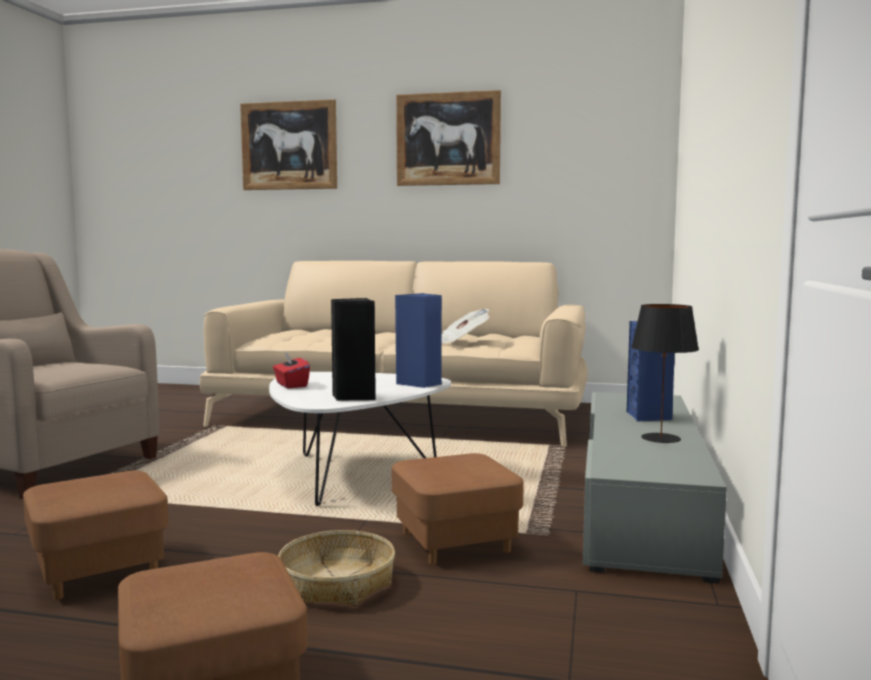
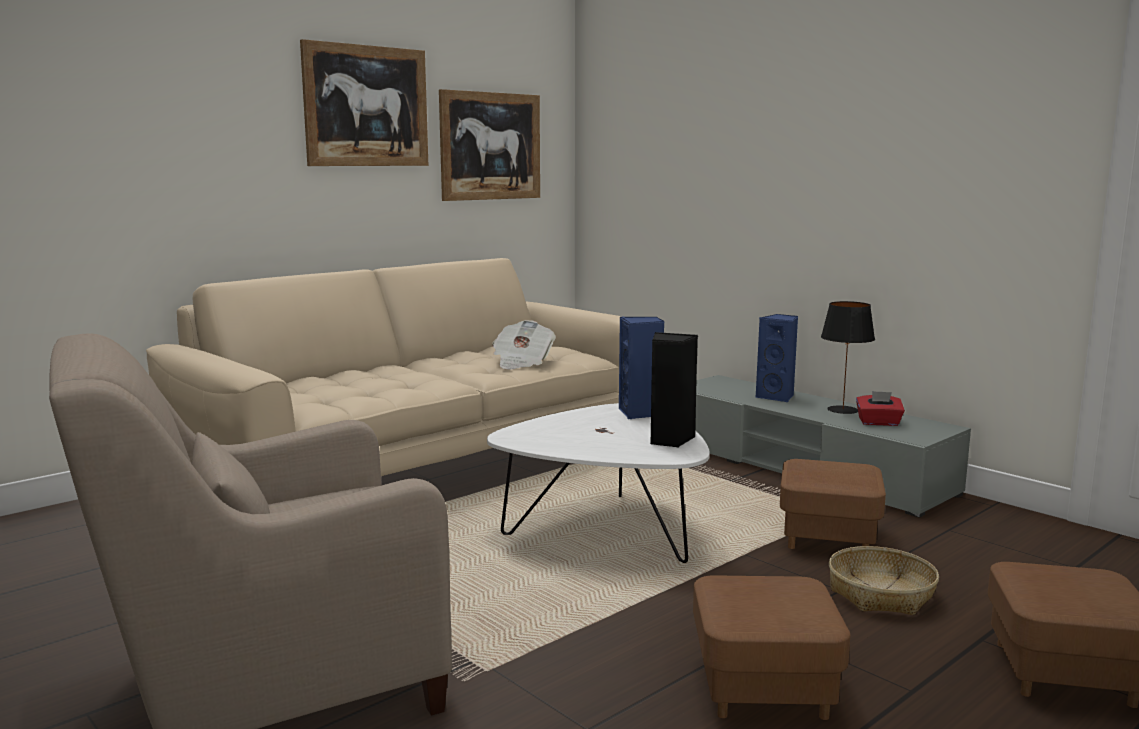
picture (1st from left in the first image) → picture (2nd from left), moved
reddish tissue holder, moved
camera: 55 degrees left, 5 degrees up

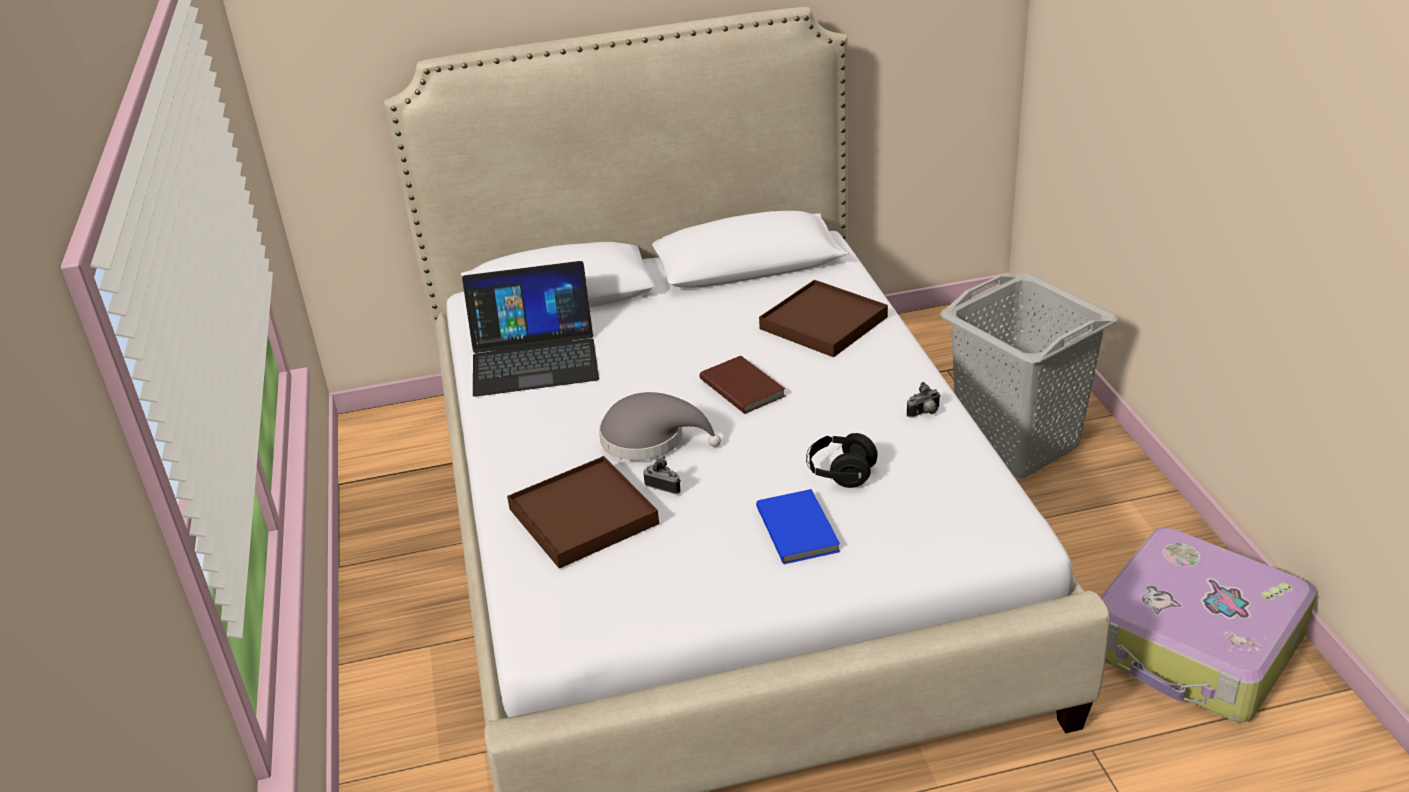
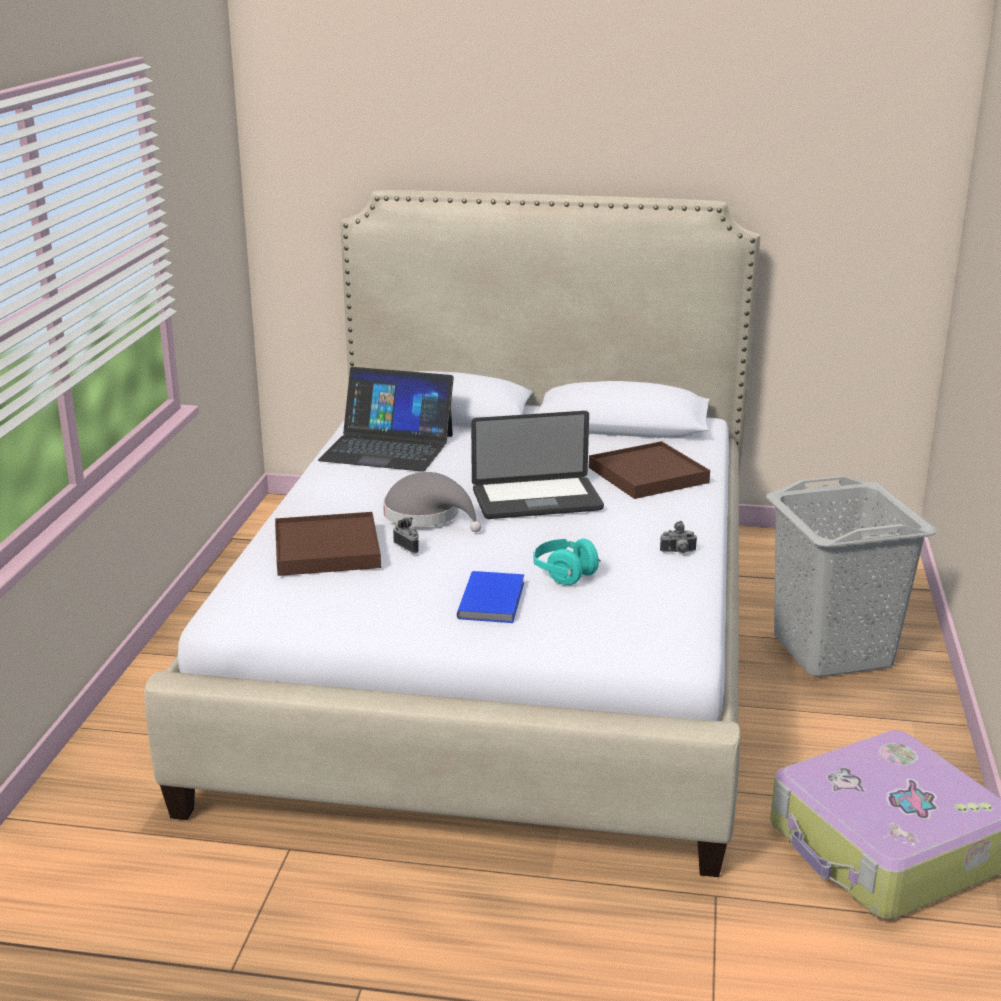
brown-coloured bound book → notebook computer (2nd from left)
black pair of headphones → blue-green pair of headphones
camera: 20 degrees right, 10 degrees down

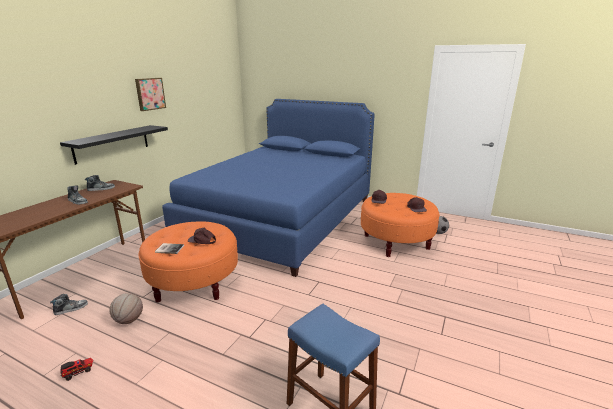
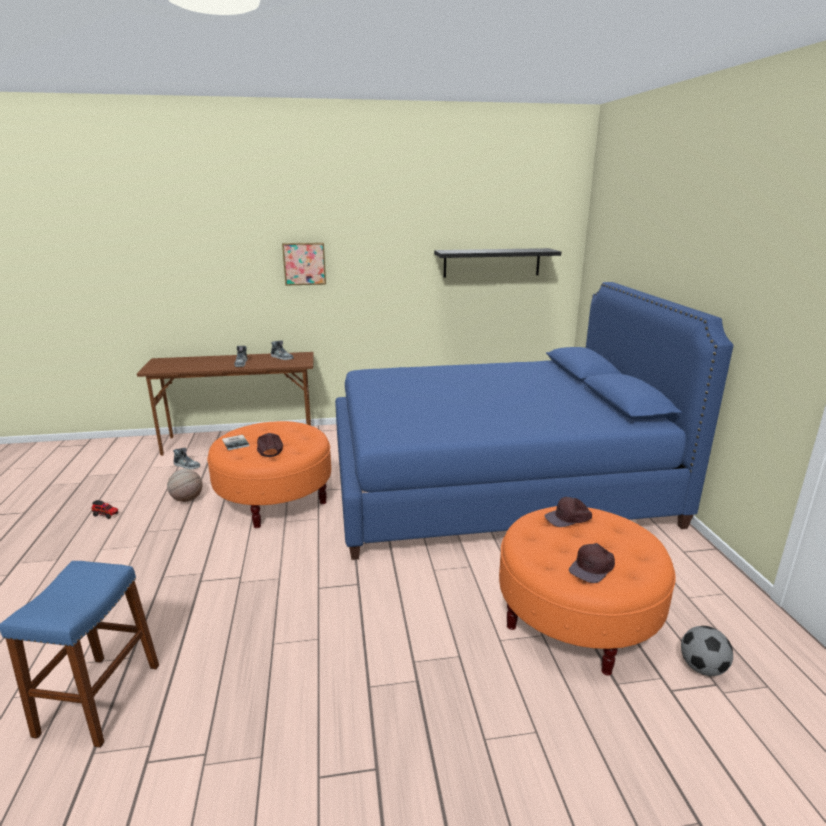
picture, moved
black shelf, moved
camera: 55 degrees right, 0 degrees up

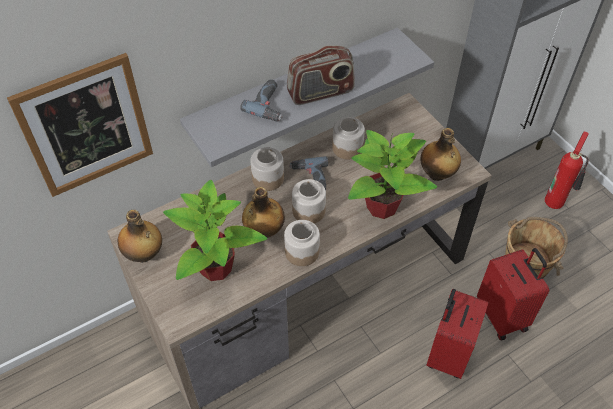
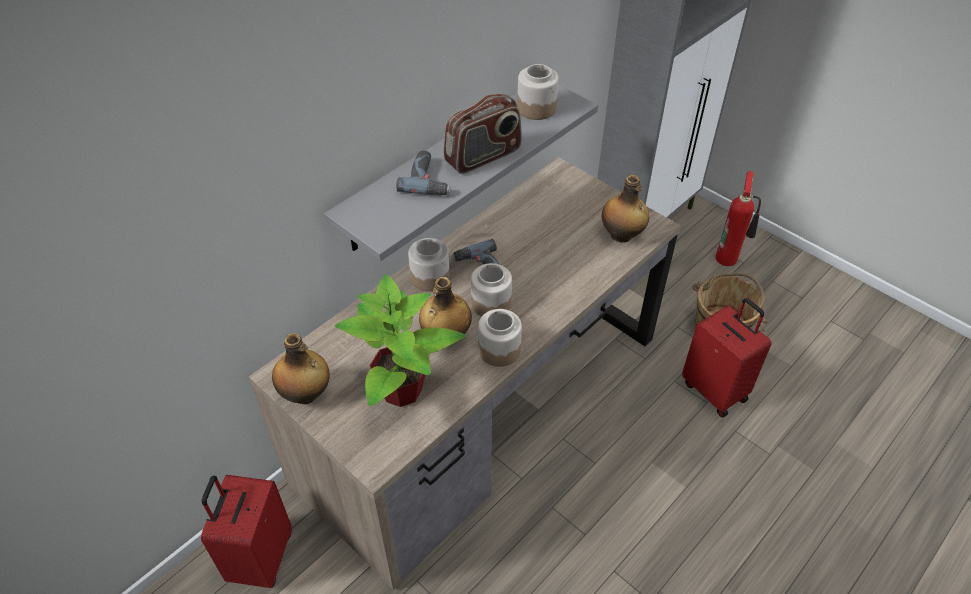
reddish suitcase (1st from left), moved
preserve jar (4th from left), moved
picture → -
potted plant (2nd from left) → -
camera: 15 degrees left, 5 degrees down

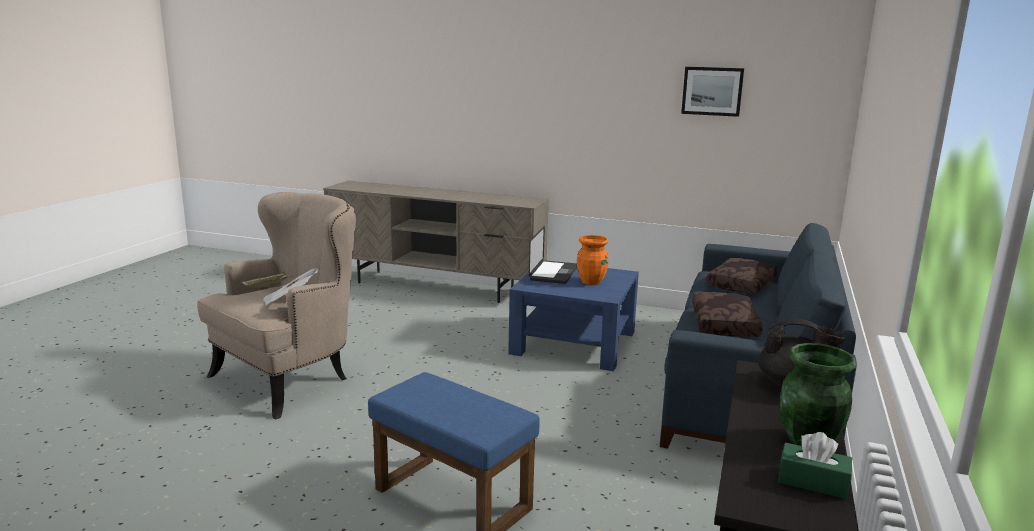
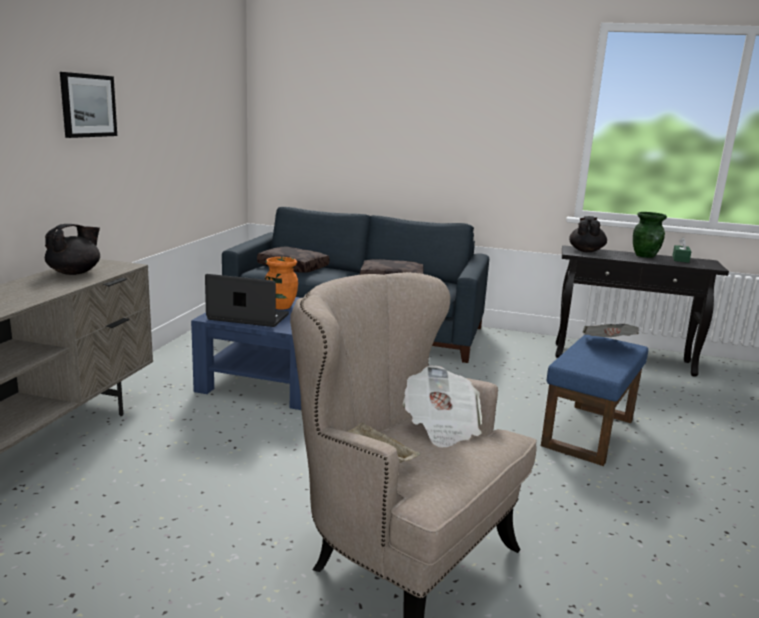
- → black teapot (1st from left)
picture, moved
- → daily paper (2nd from left)
camera: 95 degrees left, 0 degrees up

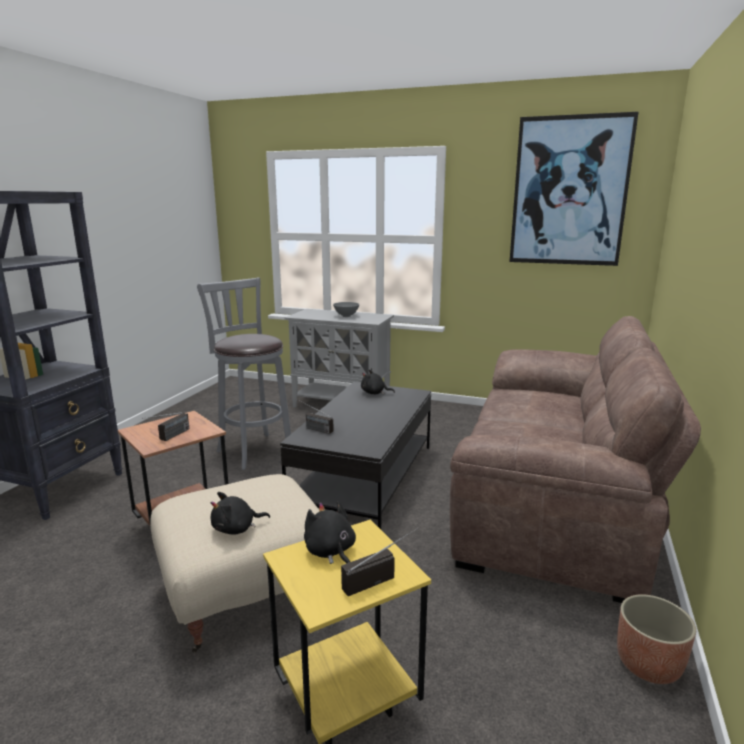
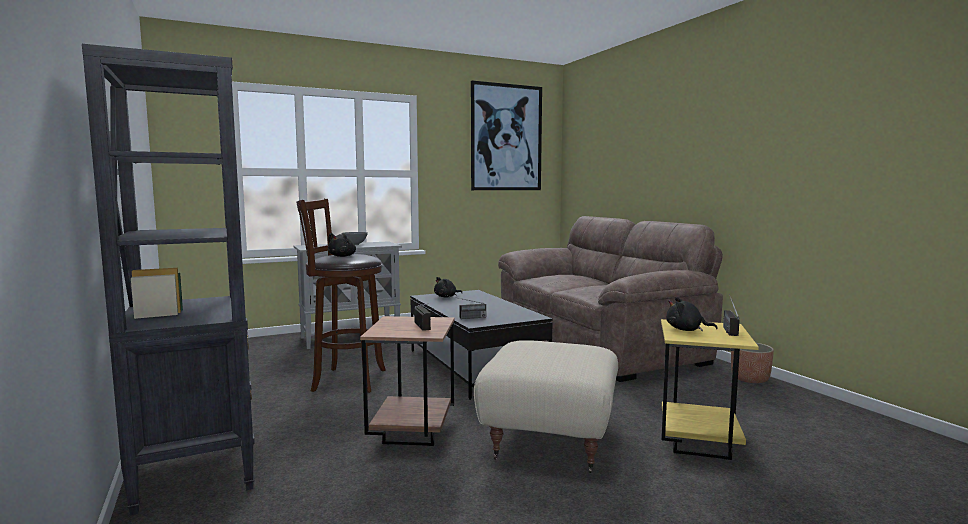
gray sitting stool → brown-coloured sitting stool
black plush toy (1st from left), moved
camera: 45 degrees left, 10 degrees down

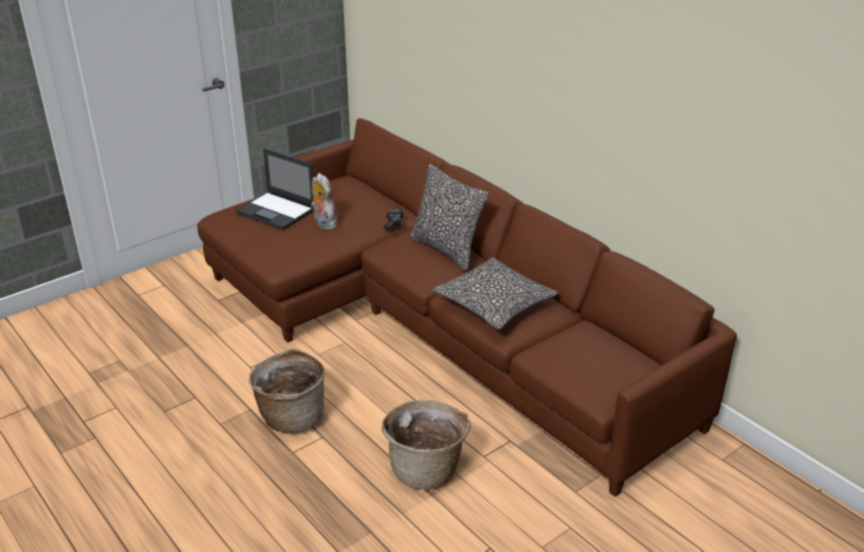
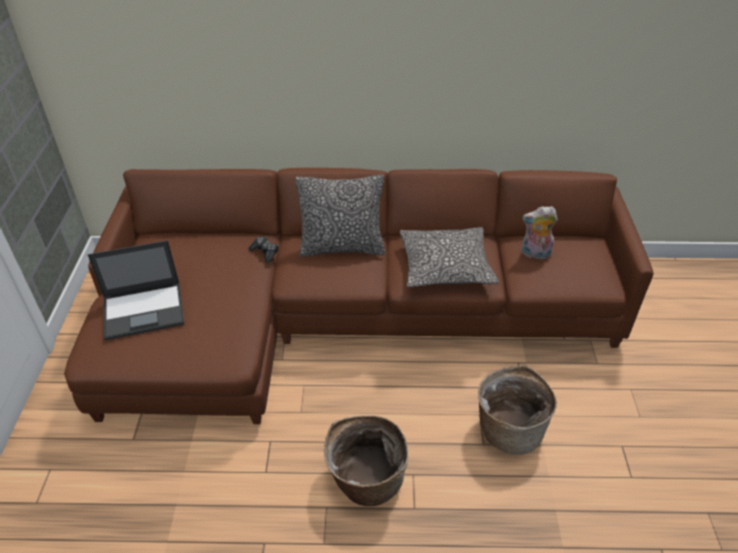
plush toy, moved
camera: 50 degrees left, 10 degrees up

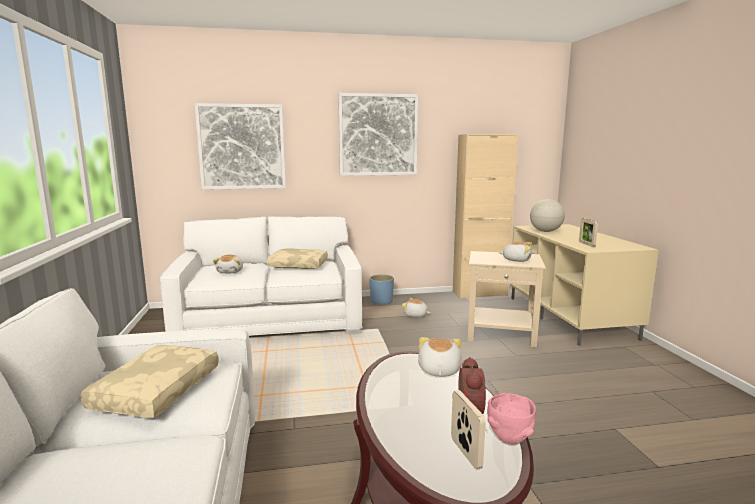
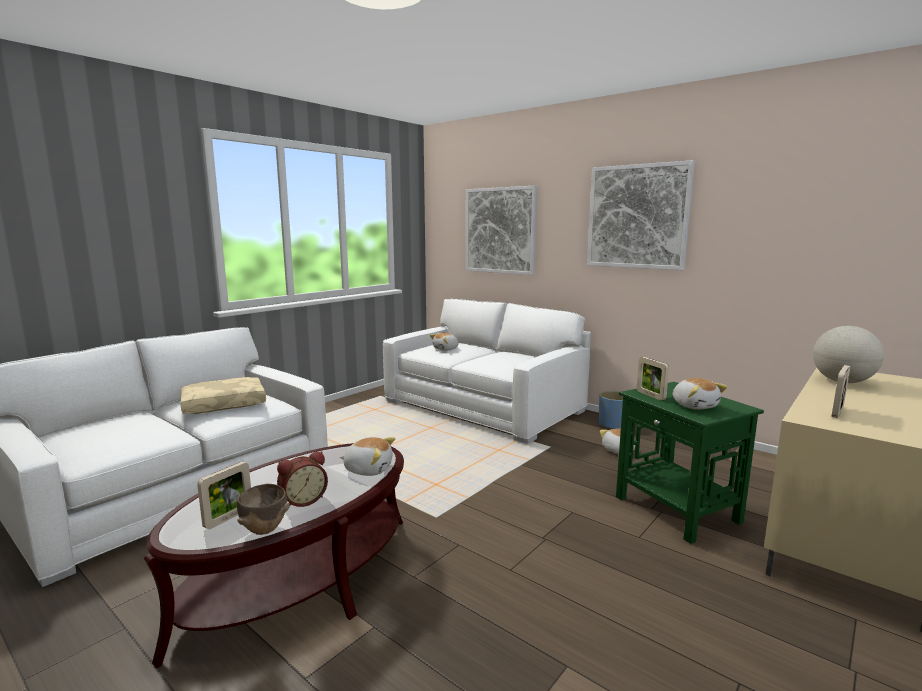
pink bowl → brown-coloured bowl
plush toy (3rd from left in the first image) → plush toy (1st from left), 45 degrees clockwise
beige-coloured accent table → green accent table
- → picture frame (2nd from left)
beige-coloured pillow (2nd from left) → -
beige-coloured storage cabinet → -
camera: 50 degrees right, 0 degrees up

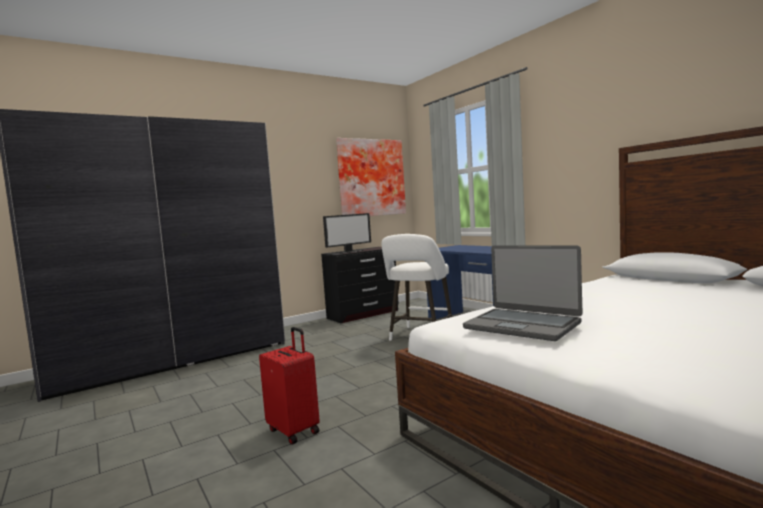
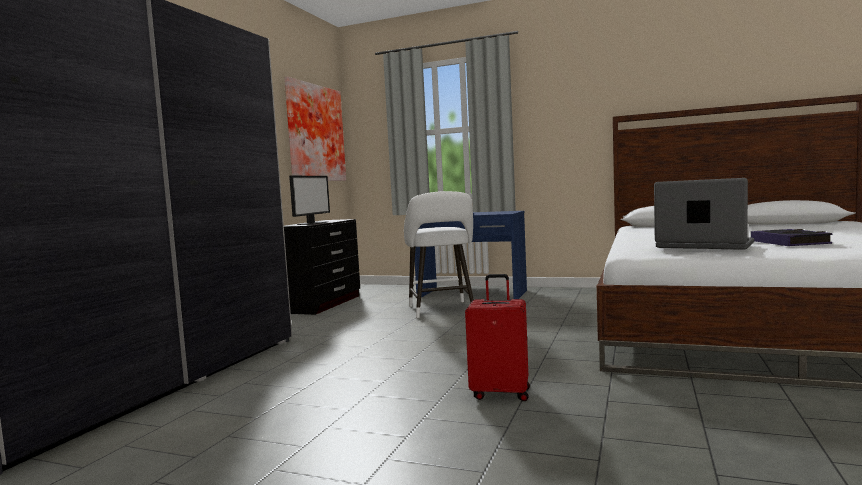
notebook computer, 150 degrees counterclockwise
- → bound book
camera: 35 degrees left, 0 degrees up

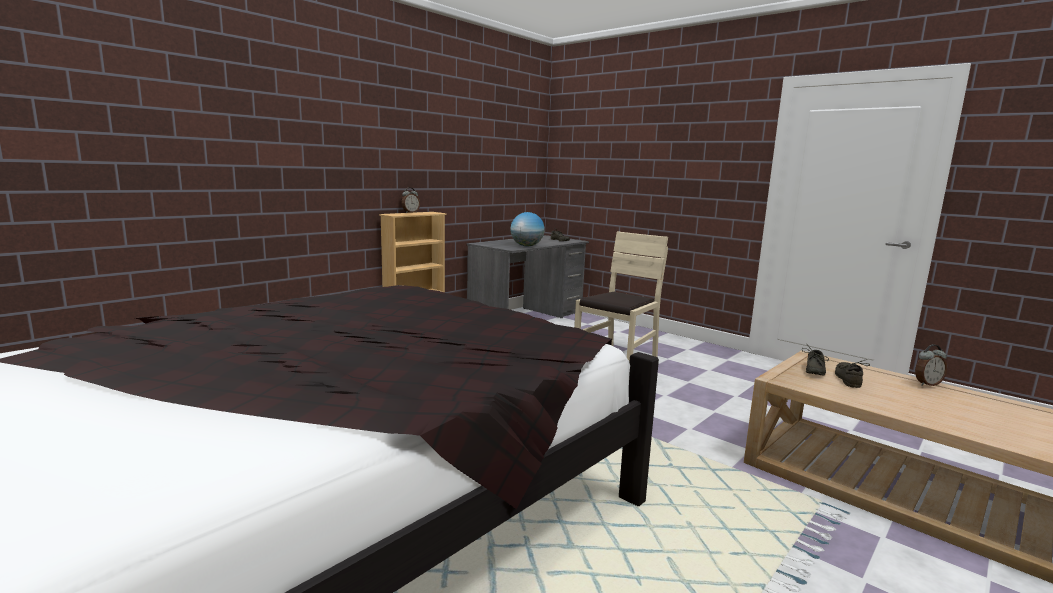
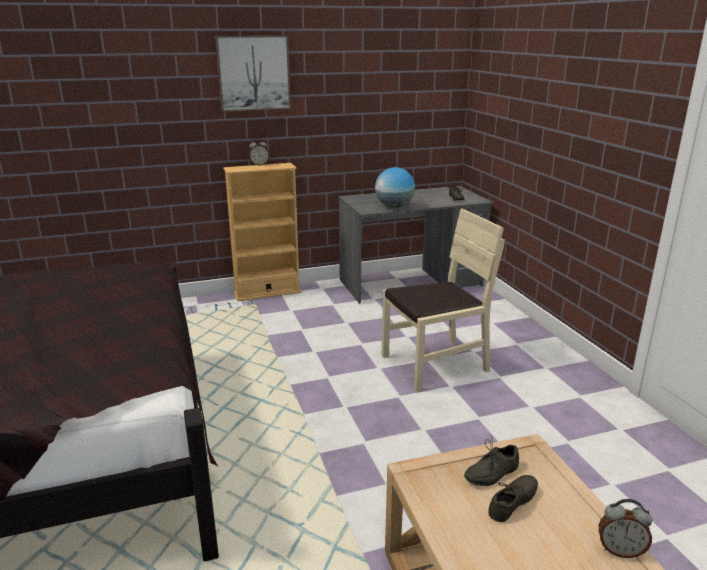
- → picture
camera: 30 degrees right, 10 degrees up

